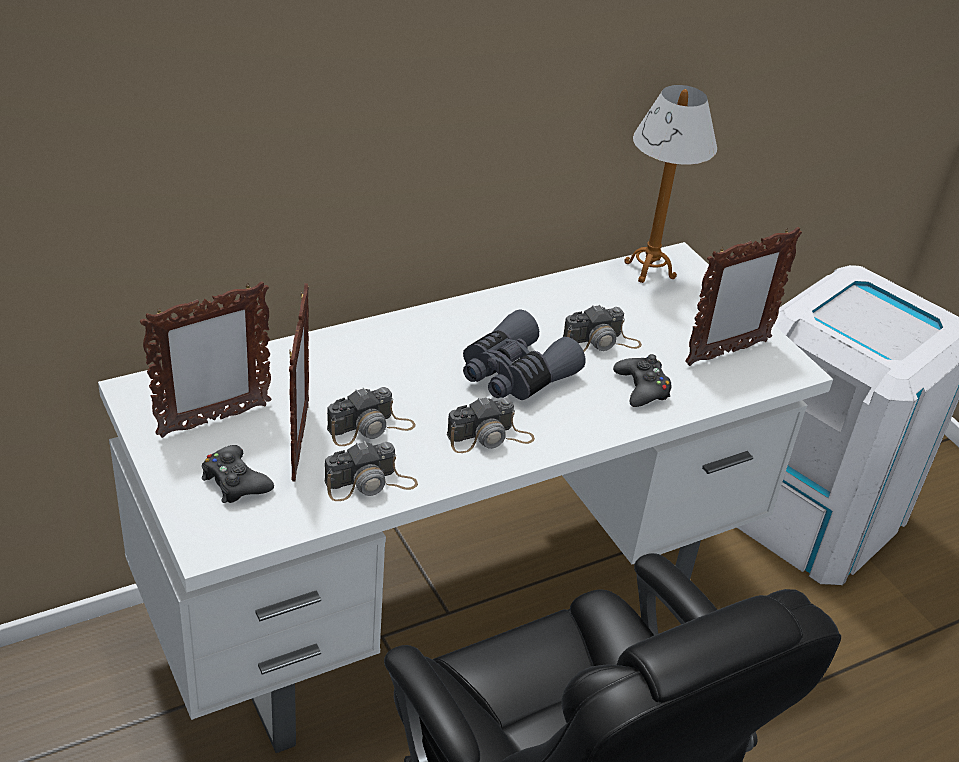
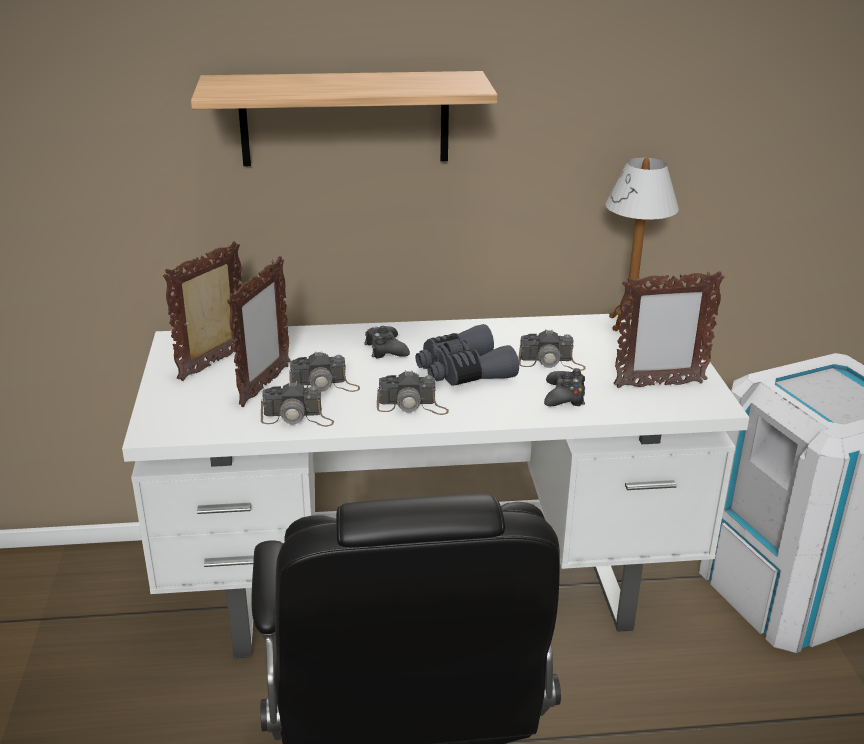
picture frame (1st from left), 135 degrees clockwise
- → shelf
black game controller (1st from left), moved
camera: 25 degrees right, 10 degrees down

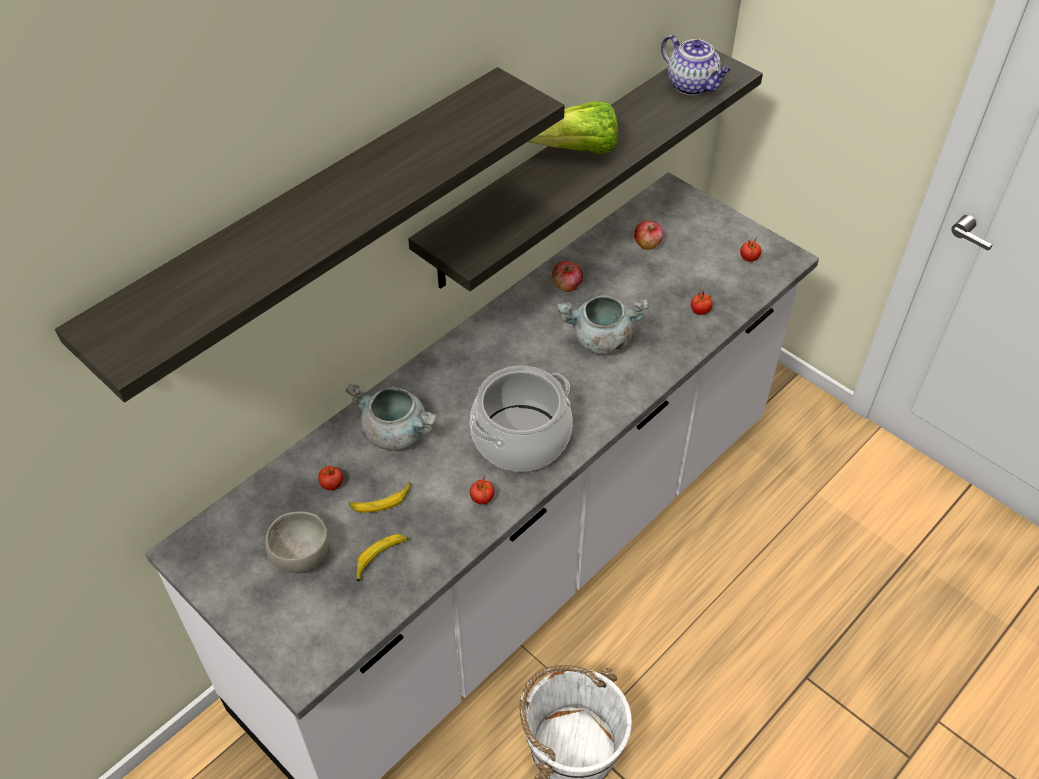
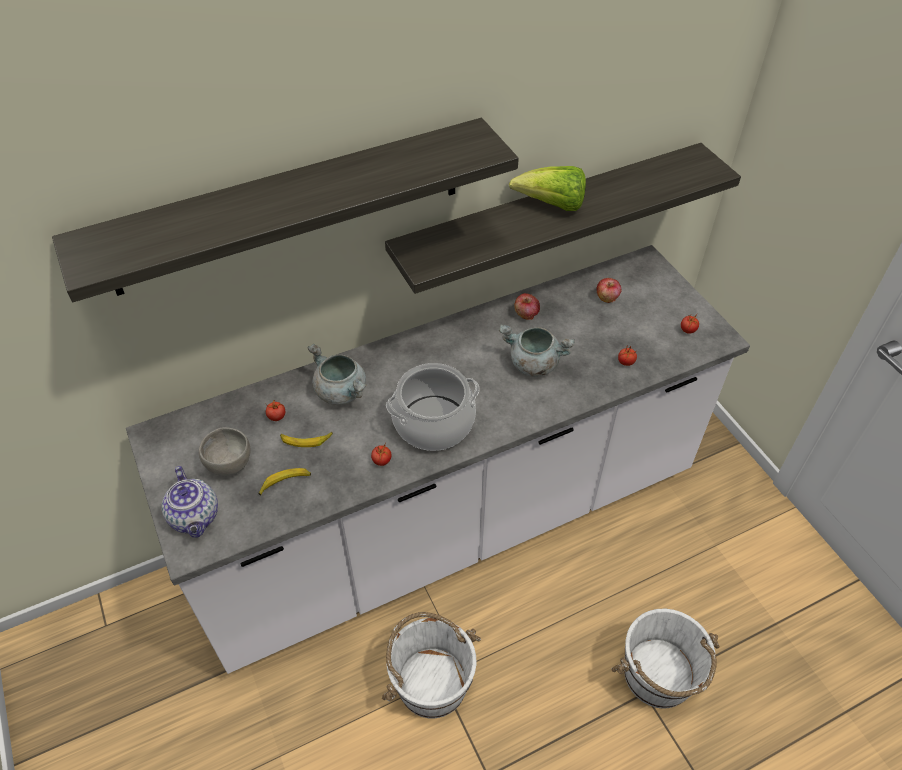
teapot, moved
- → white water bucket (2nd from left)
camera: 20 degrees right, 0 degrees up

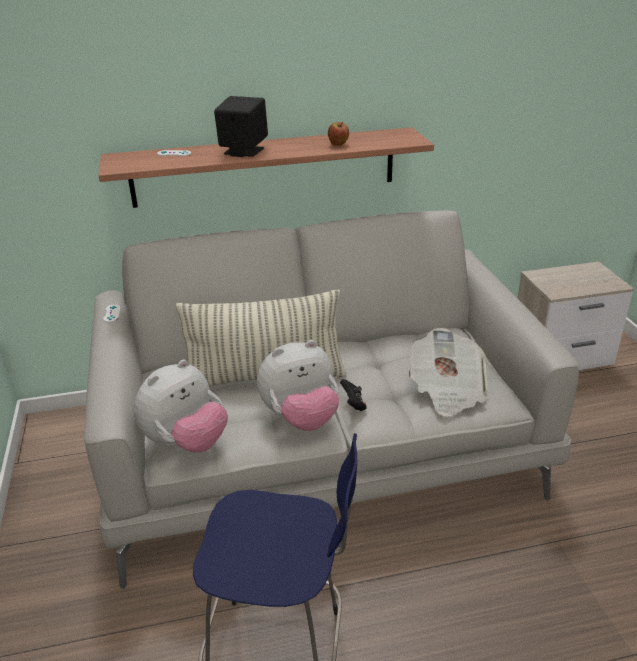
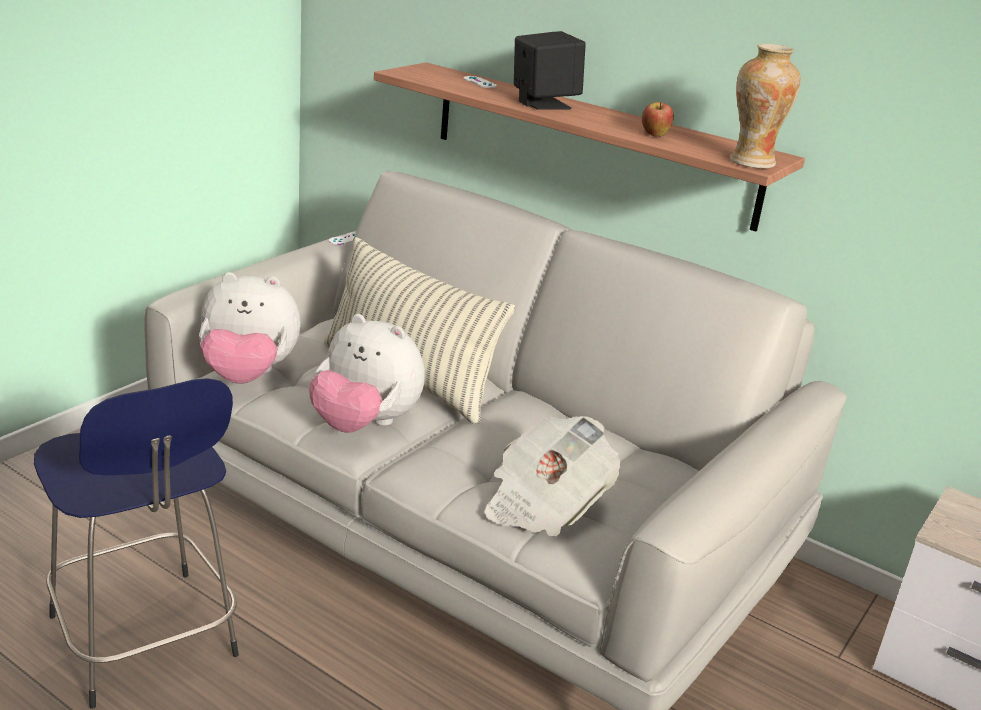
- → flower vase
black game controller → -
camera: 45 degrees right, 5 degrees down

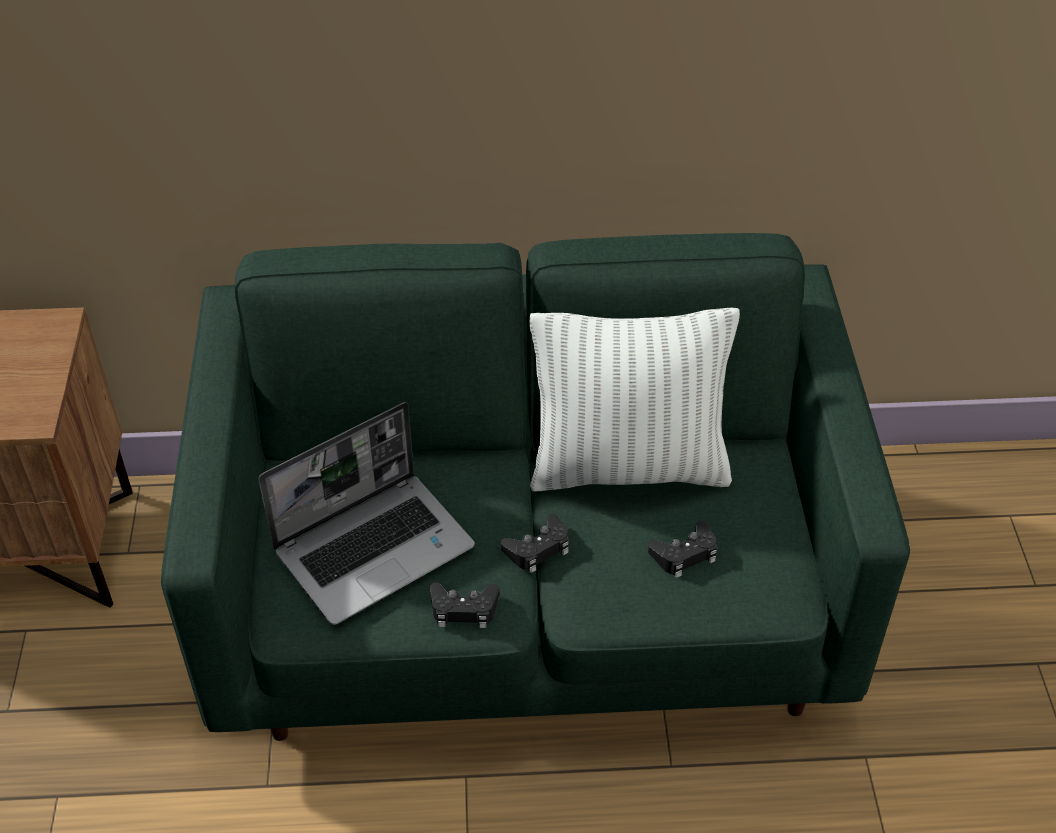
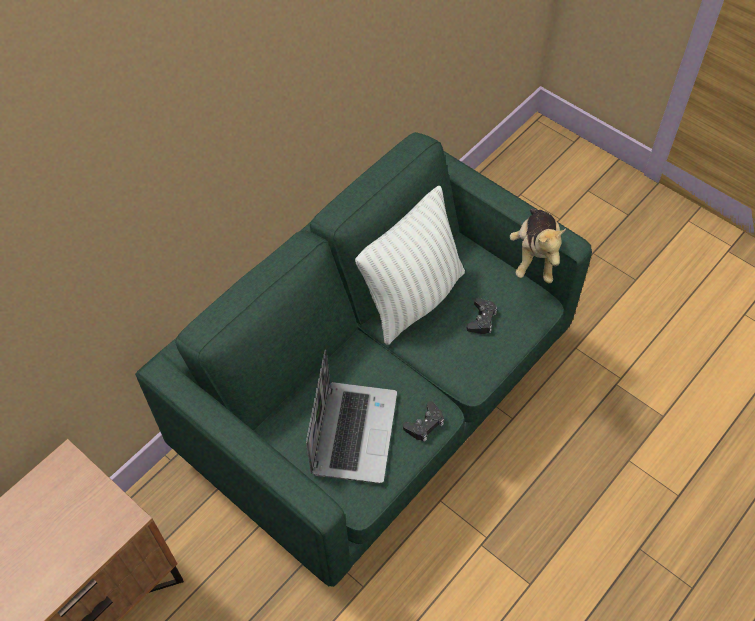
- → plush toy
black game controller (2nd from left) → -
camera: 45 degrees left, 10 degrees up

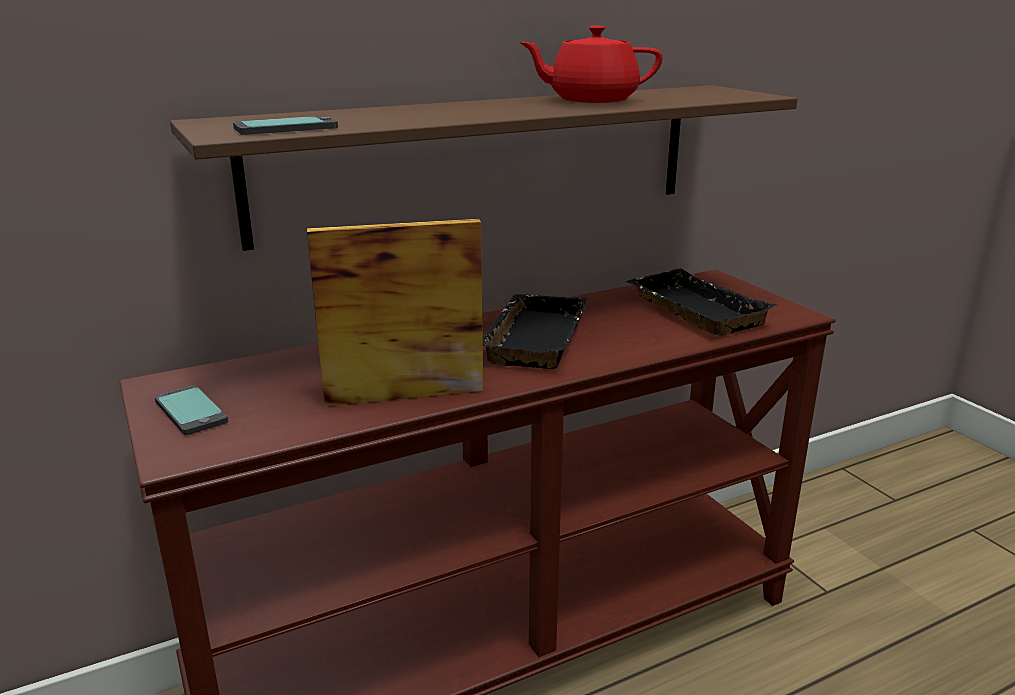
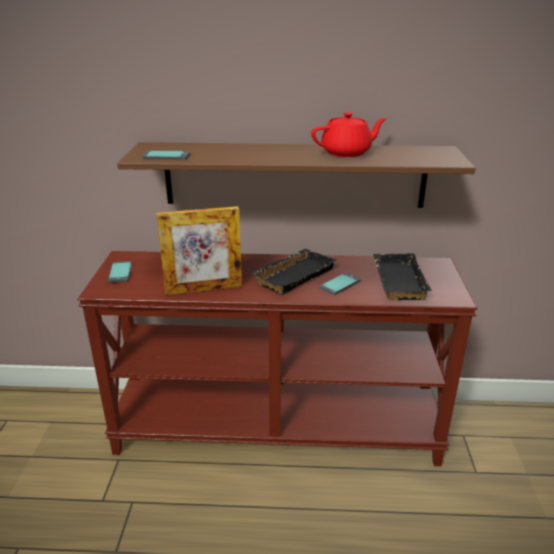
picture frame, 150 degrees clockwise
reddish teapot, 135 degrees clockwise
- → phone (3rd from left)
camera: 30 degrees right, 5 degrees up

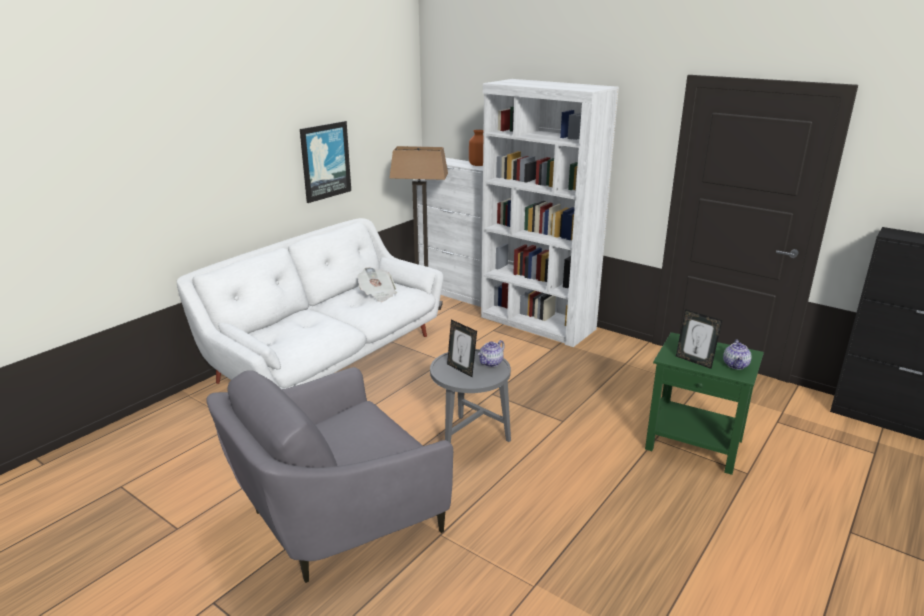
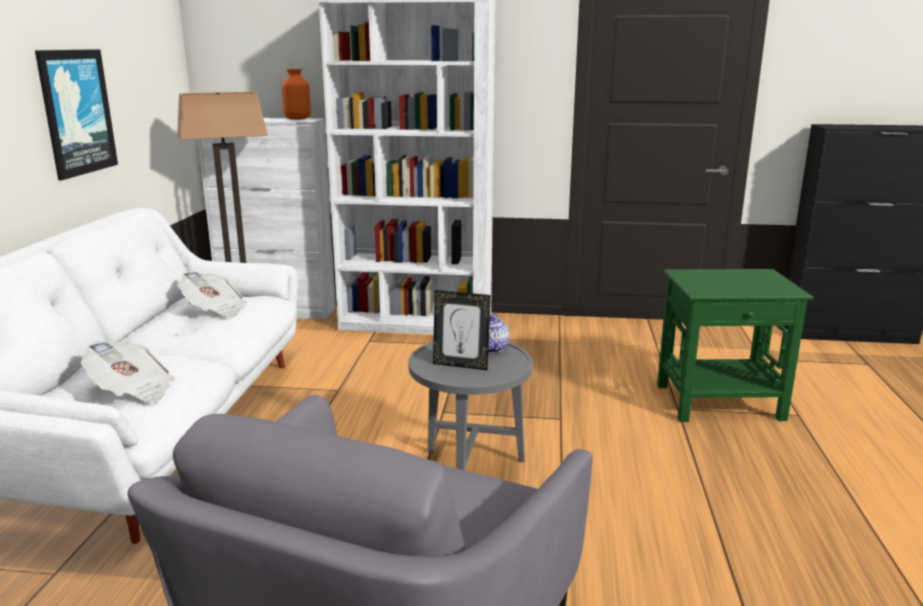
- → daily paper (1st from left)
picture frame (2nd from left) → -
teapot (2nd from left) → -
camera: 30 degrees left, 5 degrees down

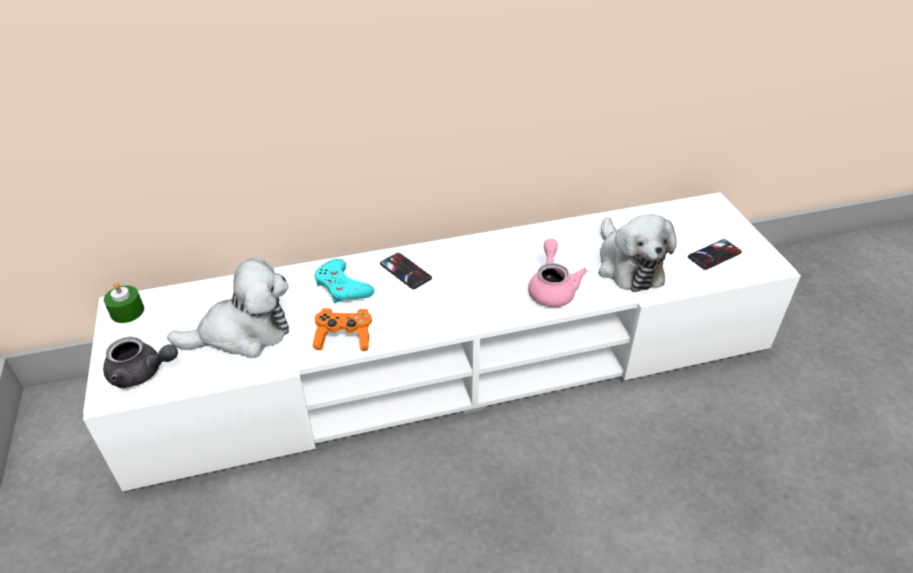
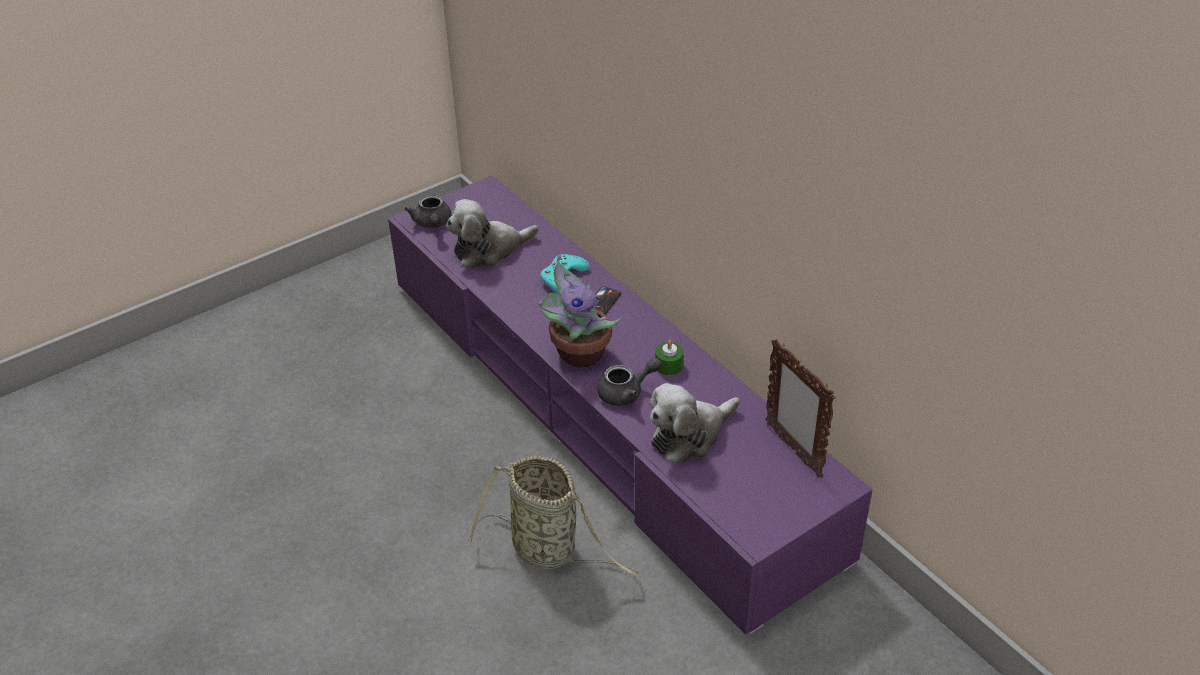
white tv unit → purplish tv unit
plush toy (1st from left), 105 degrees clockwise
- → household basket
- → potted plant
pink teapot → gray teapot (2nd from left)
green wax candle, moved
- → picture frame
orange-coloured game controller → -
phone (2nd from left) → -
camera: 70 degrees right, 0 degrees up

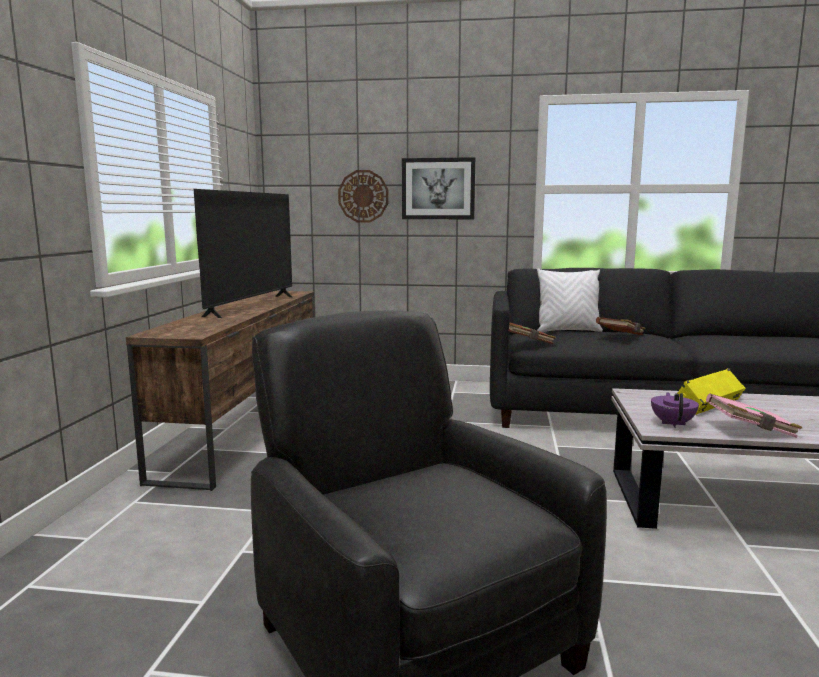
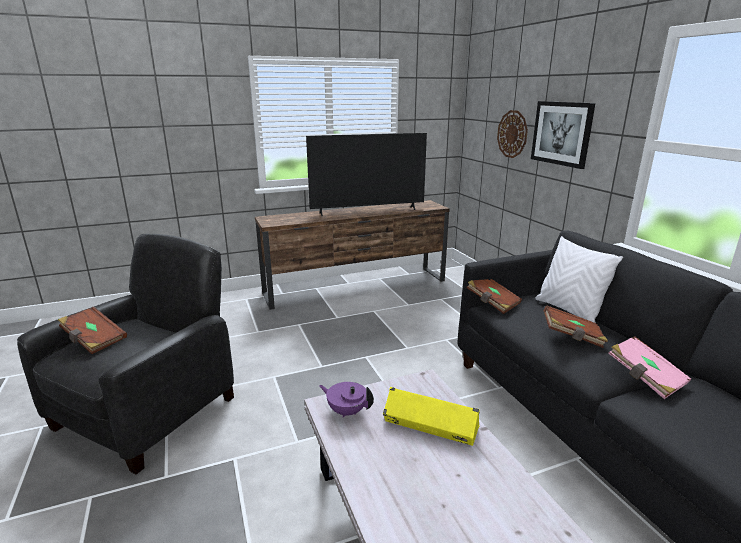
- → brown-coloured bound book (1st from left)
purplish teapot, 135 degrees counterclockwise
pink bound book, moved
camera: 60 degrees right, 10 degrees up

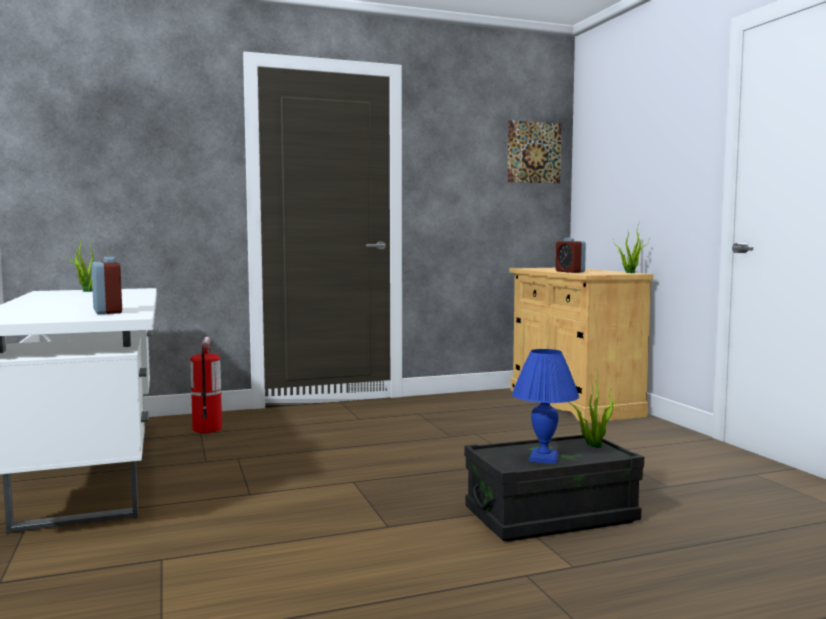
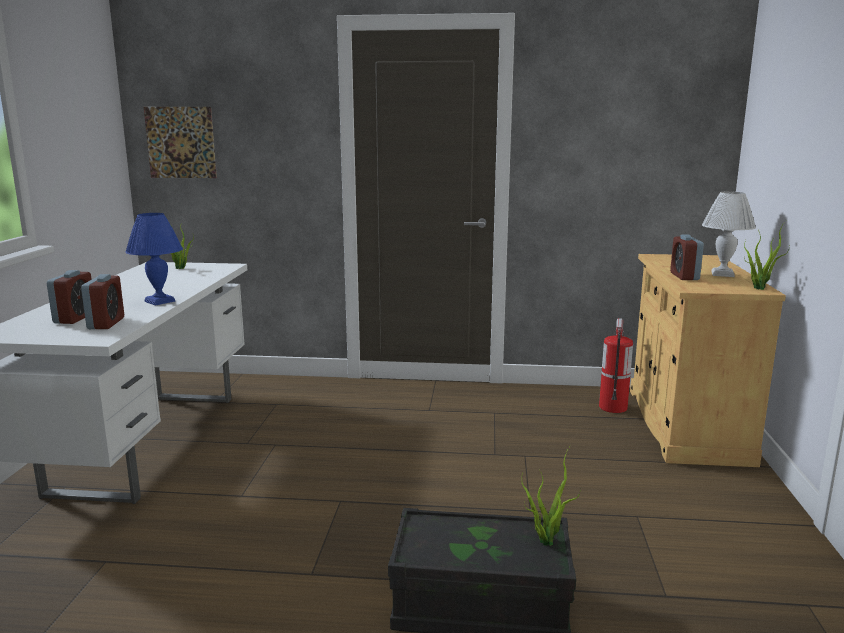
- → alarm clock (1st from left)
blue-coloured tabletop lamp, moved
picture, moved
fire extinguisher, moved
- → white tabletop lamp
camera: 25 degrees right, 10 degrees up

